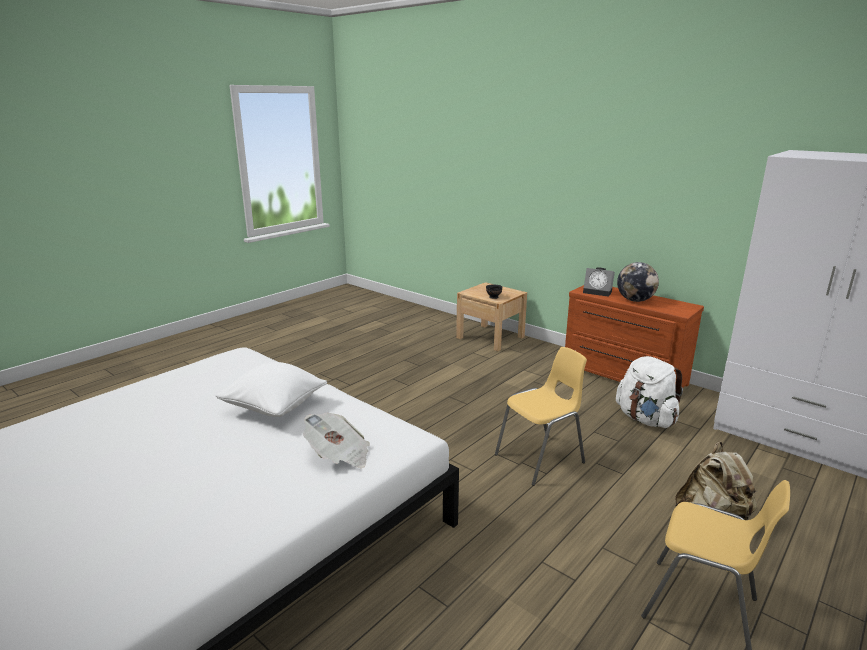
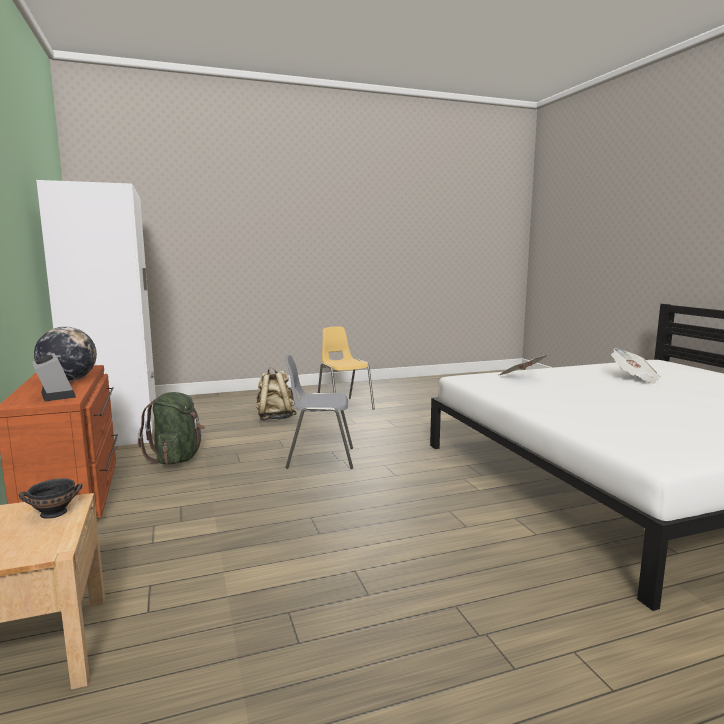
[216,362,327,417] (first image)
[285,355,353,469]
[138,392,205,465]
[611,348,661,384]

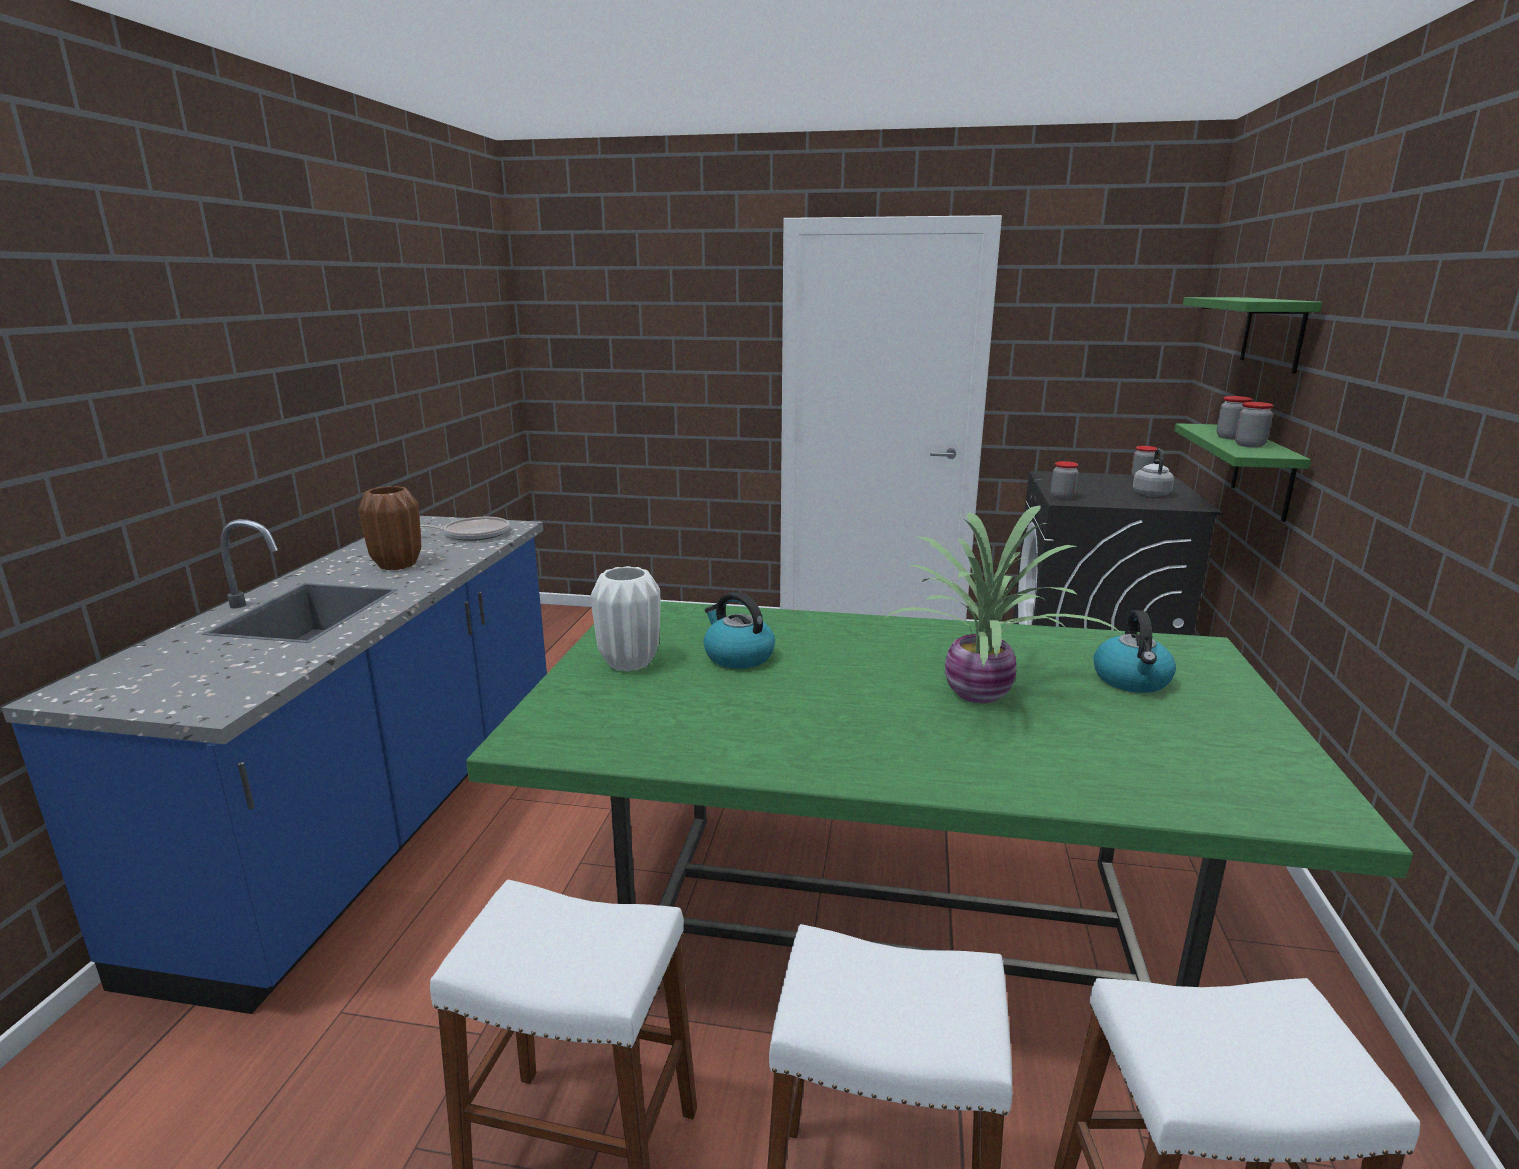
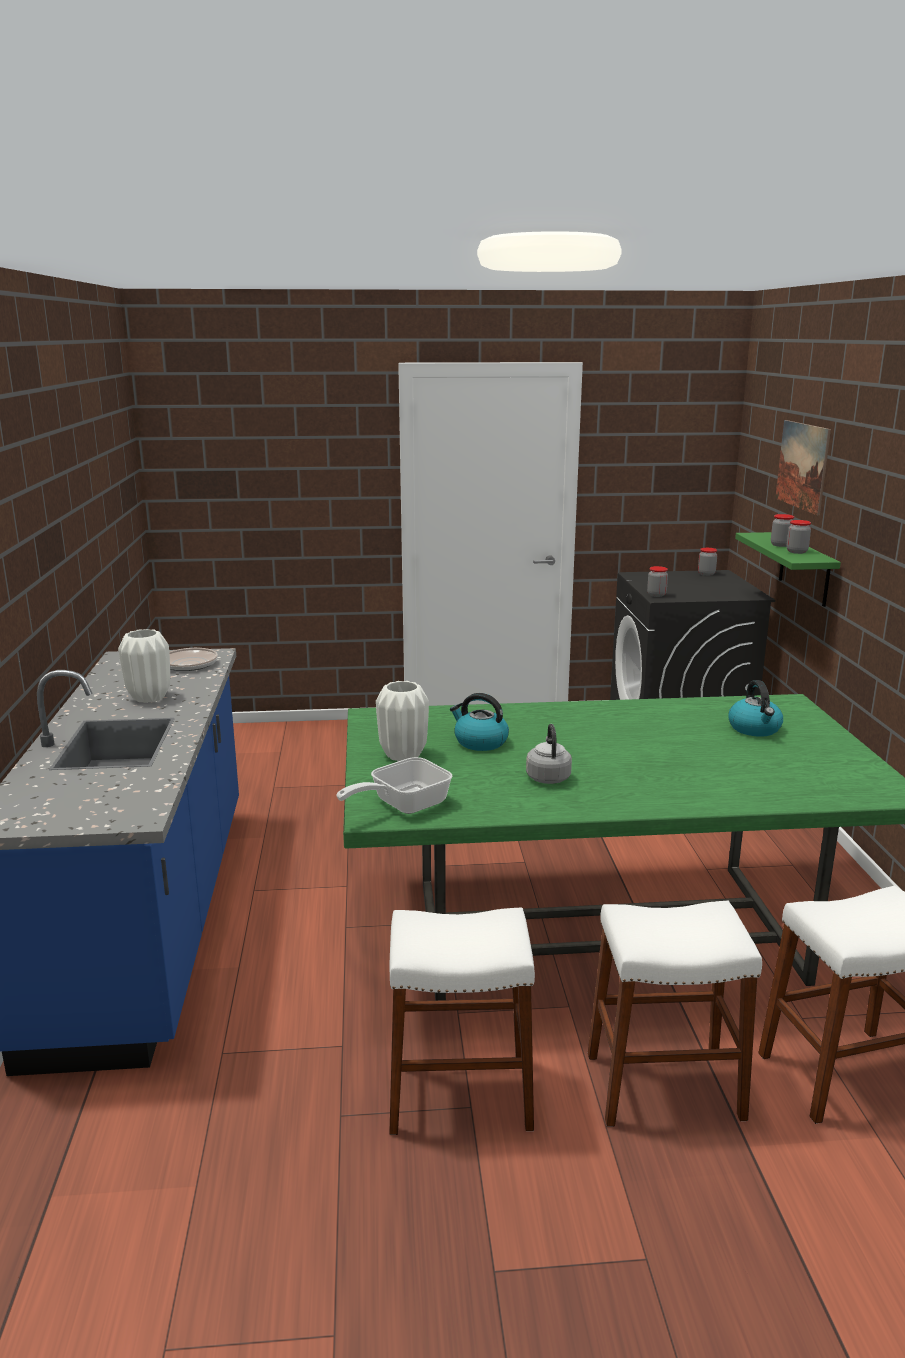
[118,629,170,703]
[884,505,1121,703] (first image)
[526,724,572,784]
[775,420,831,515]
[337,757,453,814]

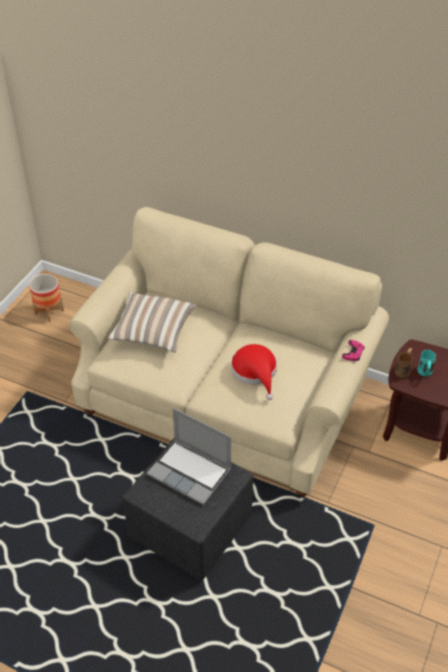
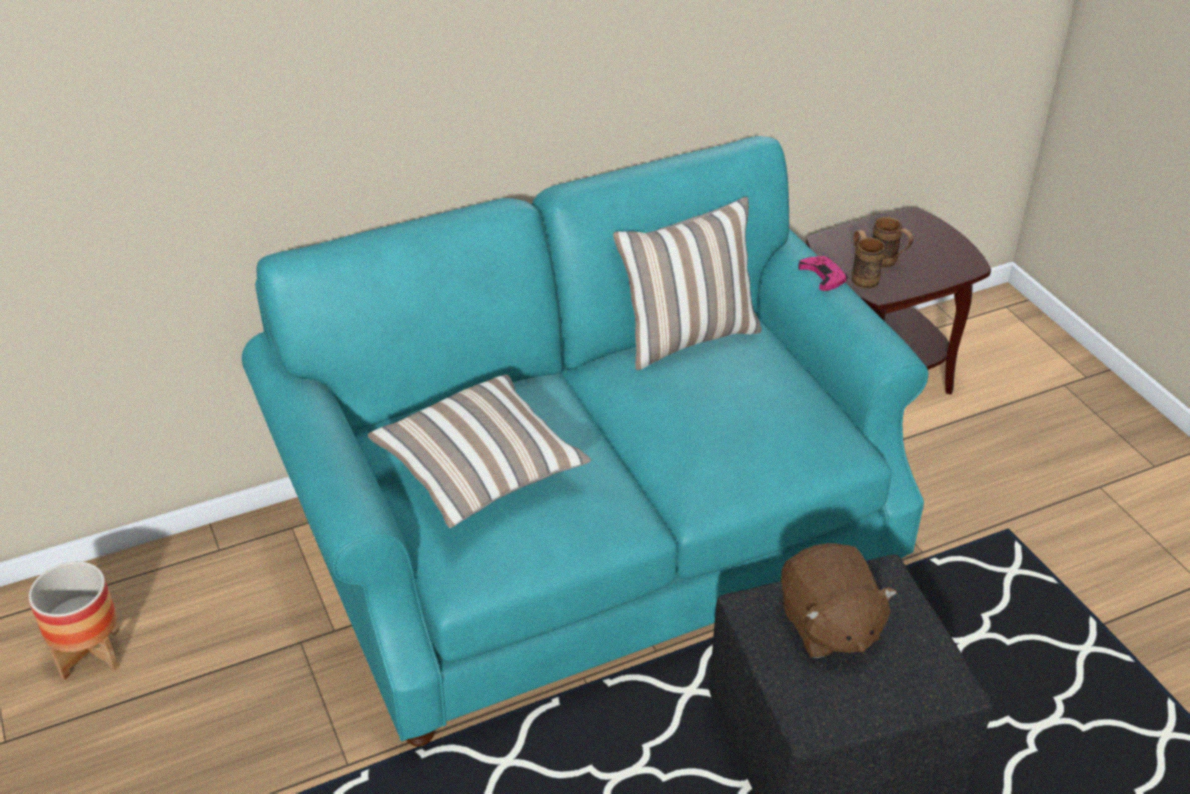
[242,136,928,747]
[781,543,897,658]
[231,344,277,400] (first image)
[872,217,913,268]
[613,197,762,370]

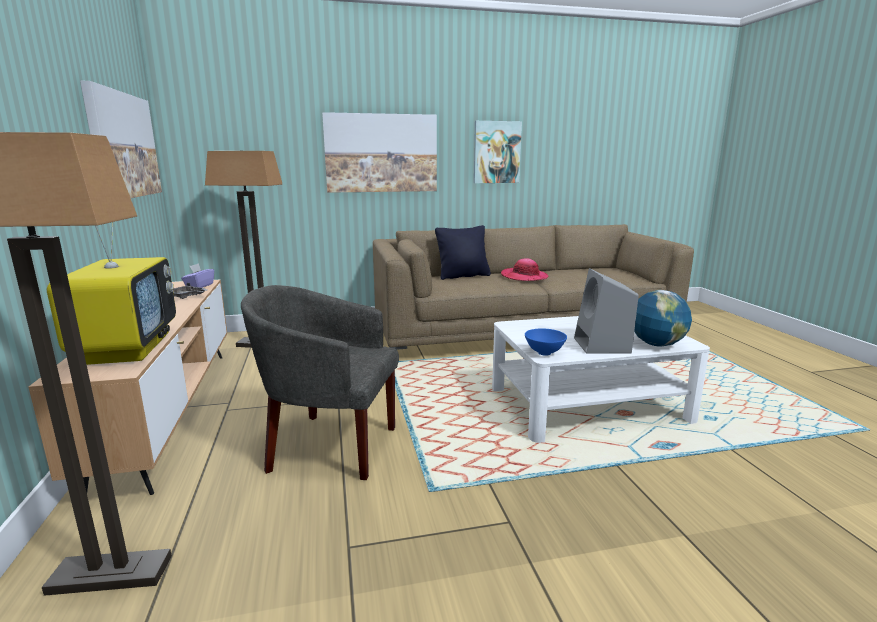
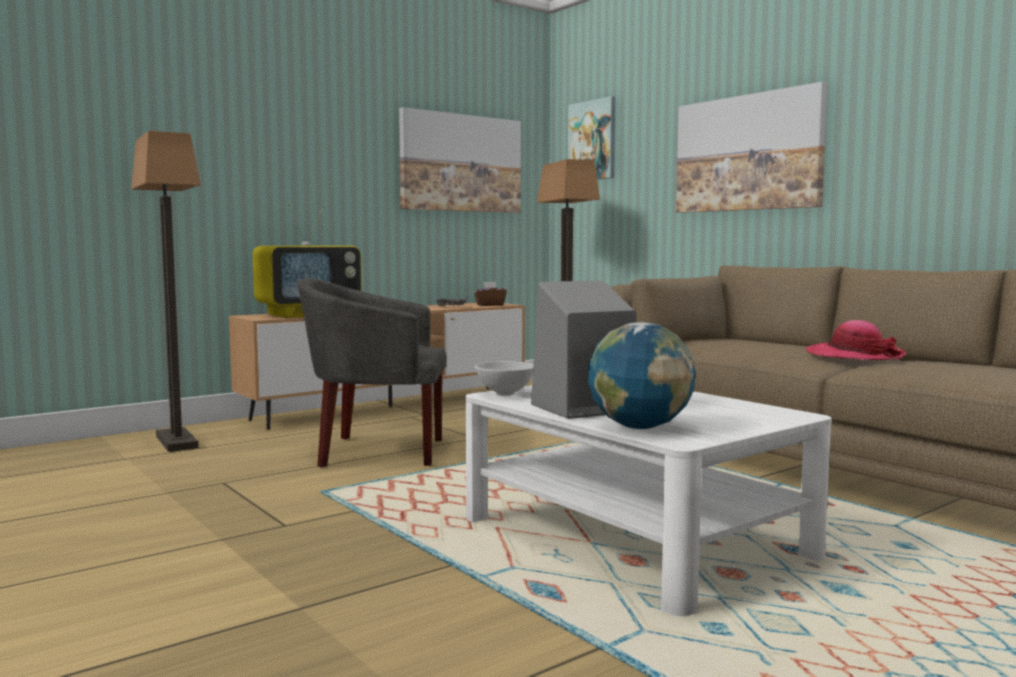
[474,282,507,306]
[298,278,447,467]
[435,225,491,280] (first image)
[568,96,615,179]
[475,361,533,396]

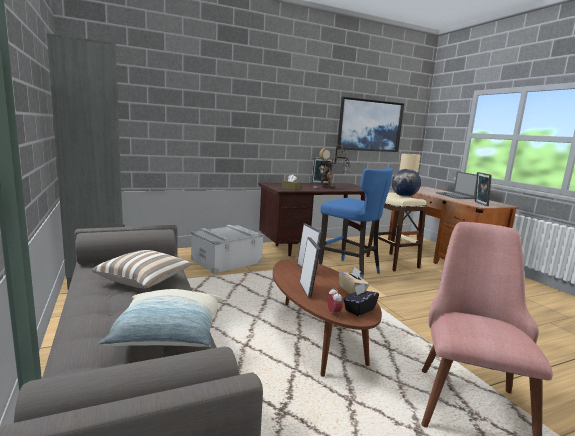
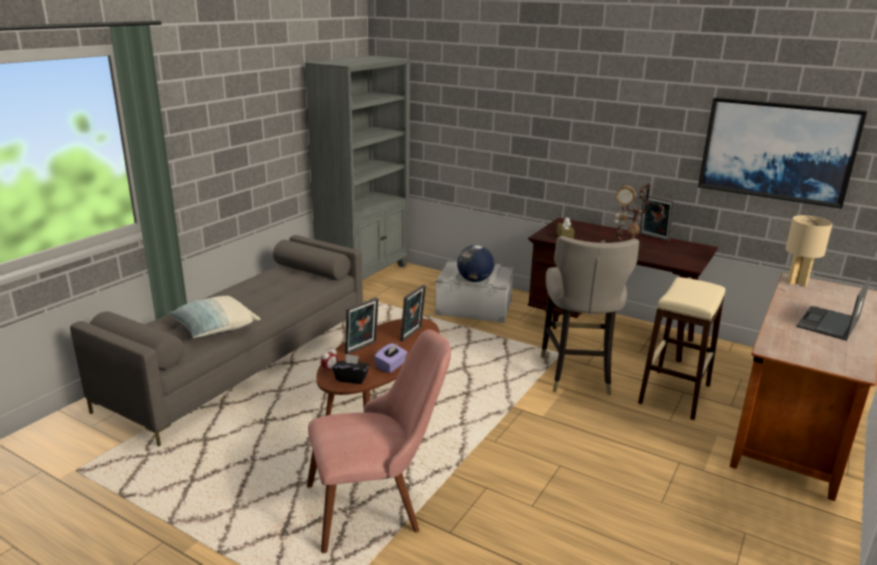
[92,250,193,288] (first image)
[541,236,639,395]
[374,343,408,373]
[457,245,494,282]
[475,172,492,206] (first image)

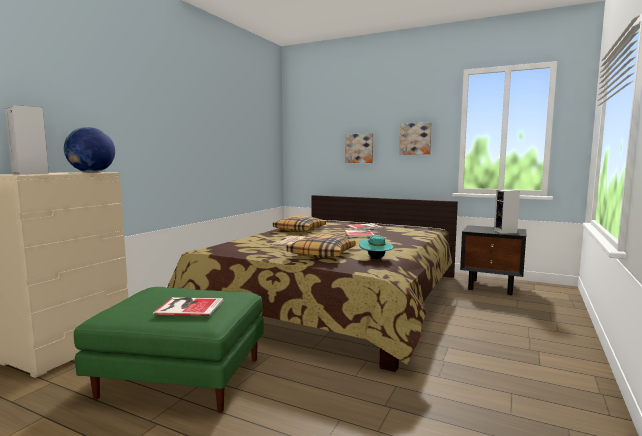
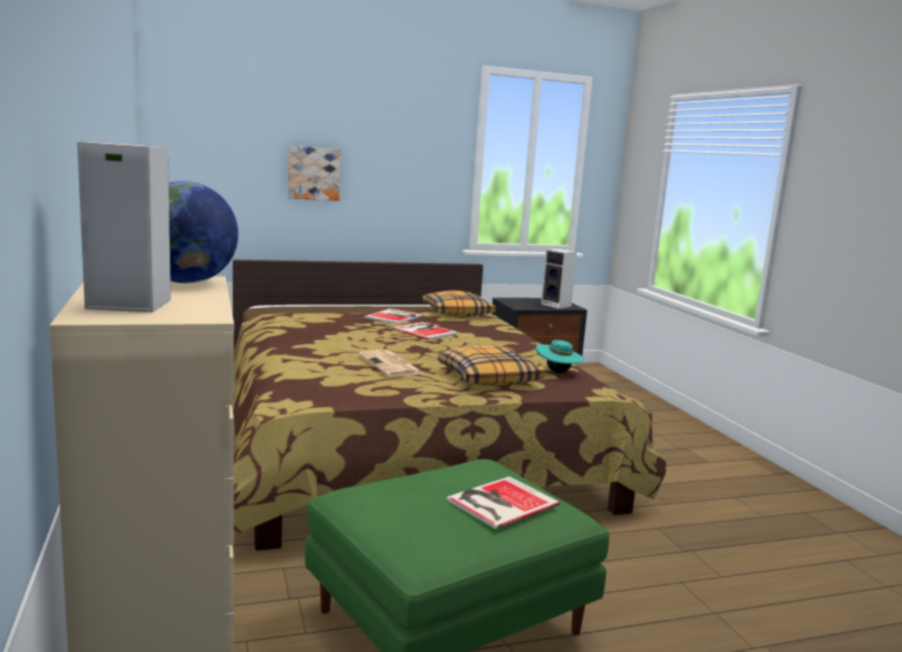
[422,290,495,317]
[399,122,432,154] (first image)

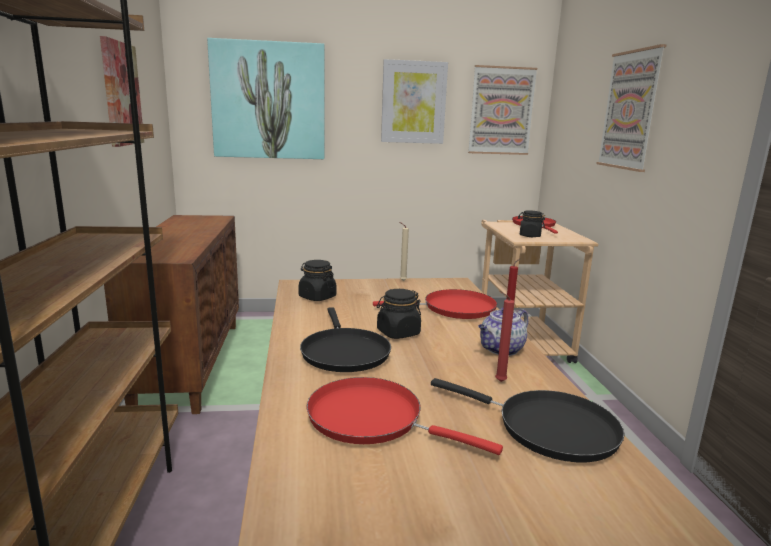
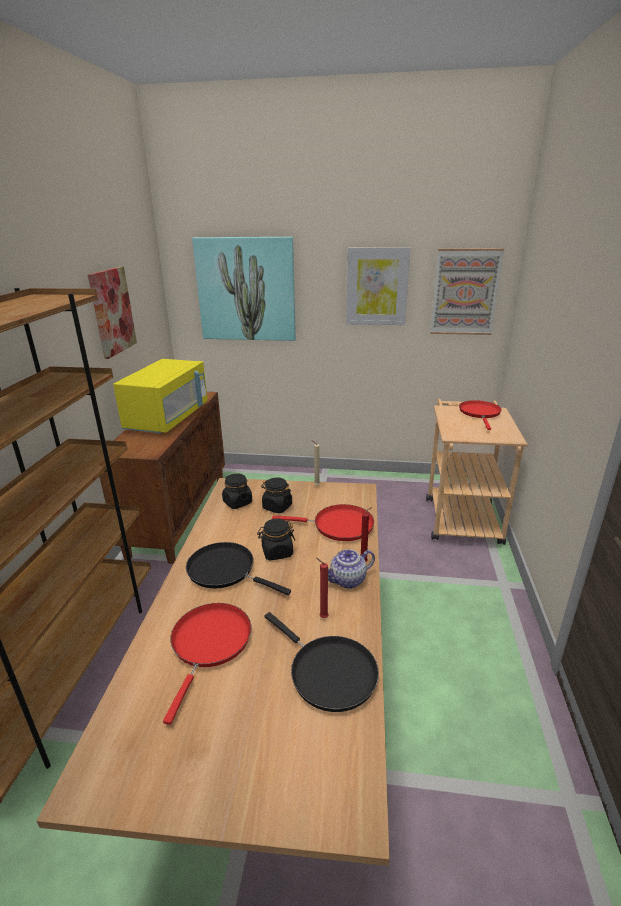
[186,542,291,595]
[163,603,251,725]
[261,477,292,513]
[596,44,667,172] (first image)
[113,359,208,433]

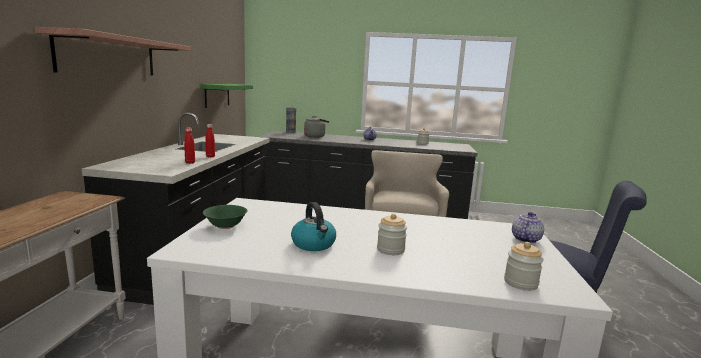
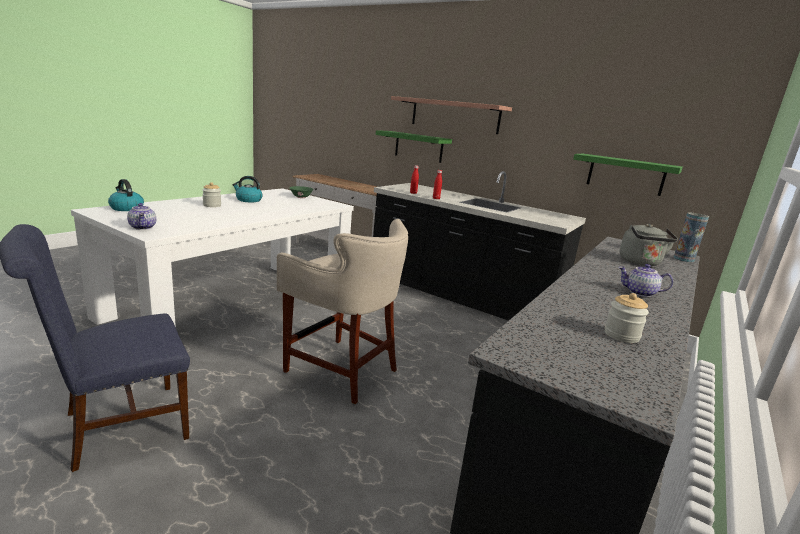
[108,179,144,211]
[376,130,452,163]

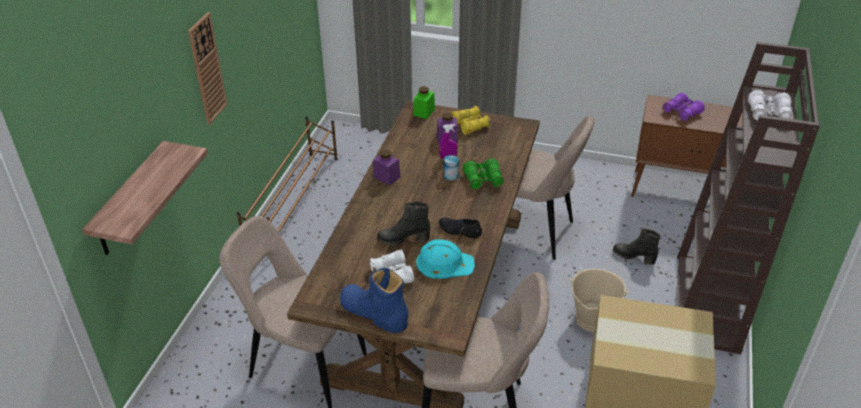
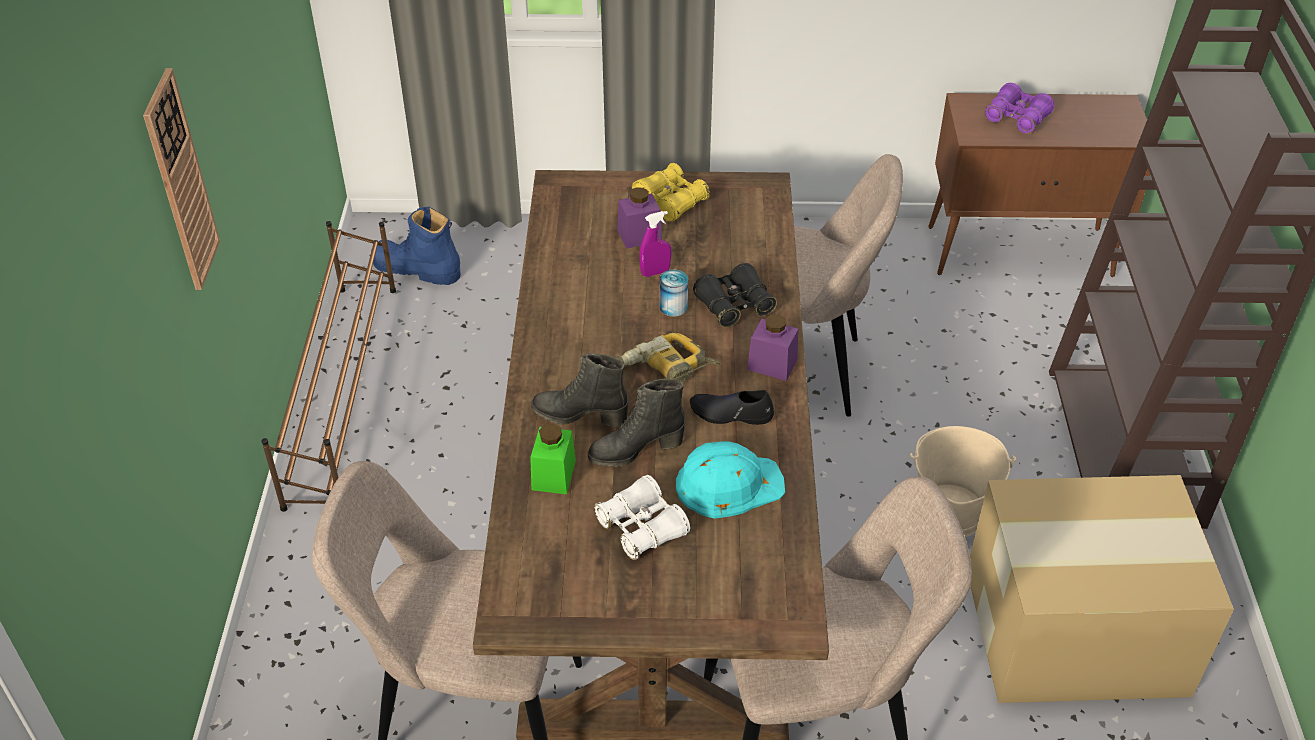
[82,141,208,255] (first image)
[371,207,461,285]
[747,314,798,381]
[530,424,576,494]
[693,263,777,327]
[531,353,628,428]
[748,90,794,121] (first image)
[615,333,720,382]

